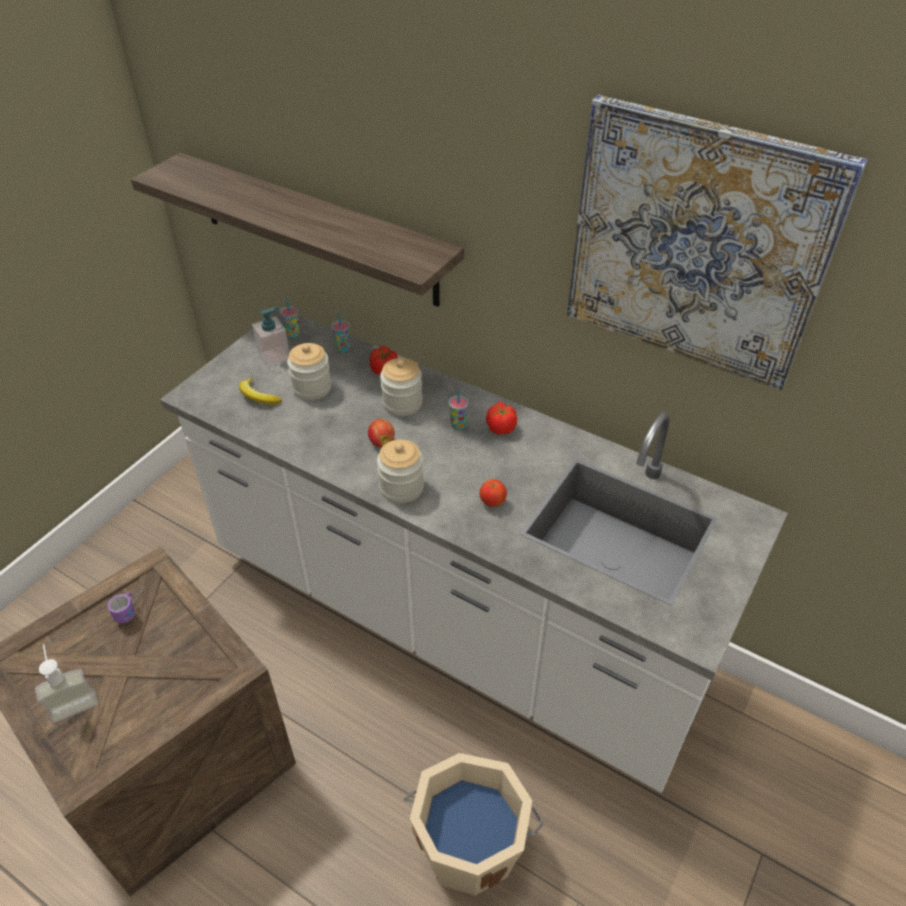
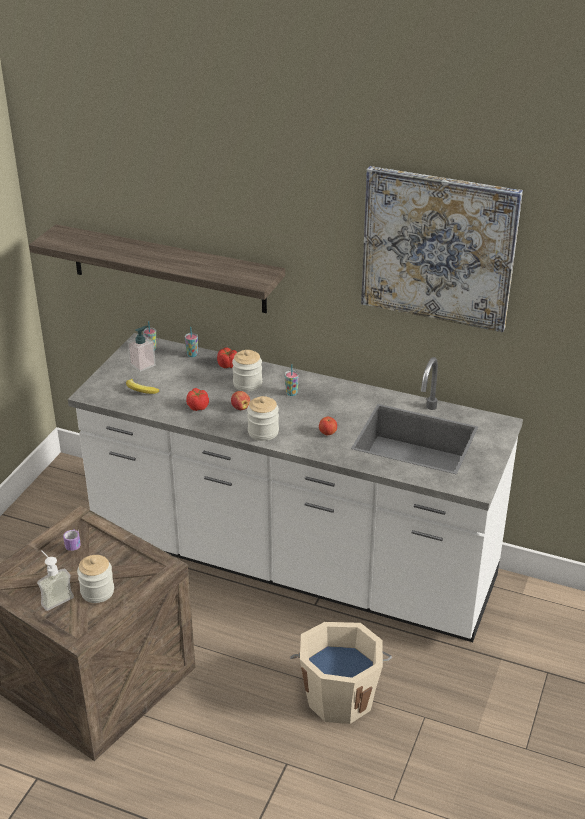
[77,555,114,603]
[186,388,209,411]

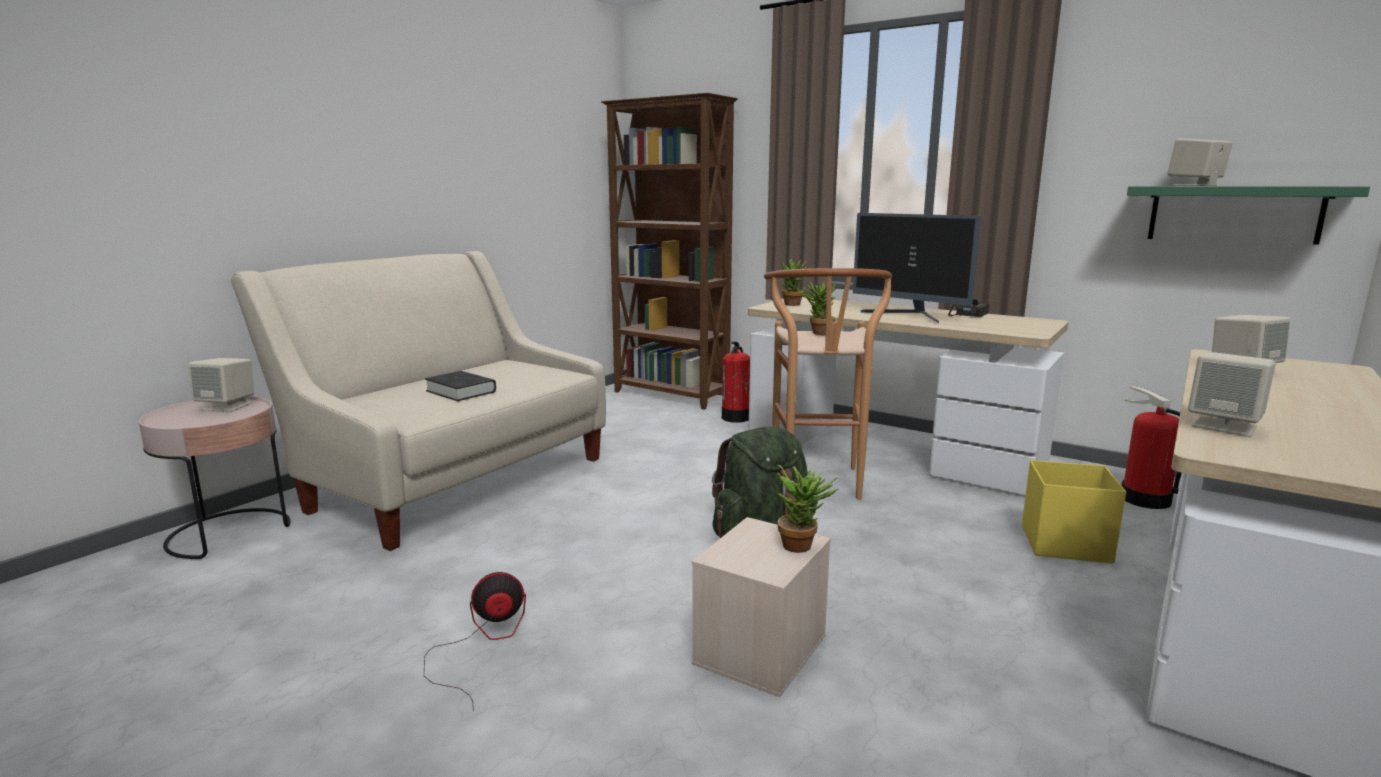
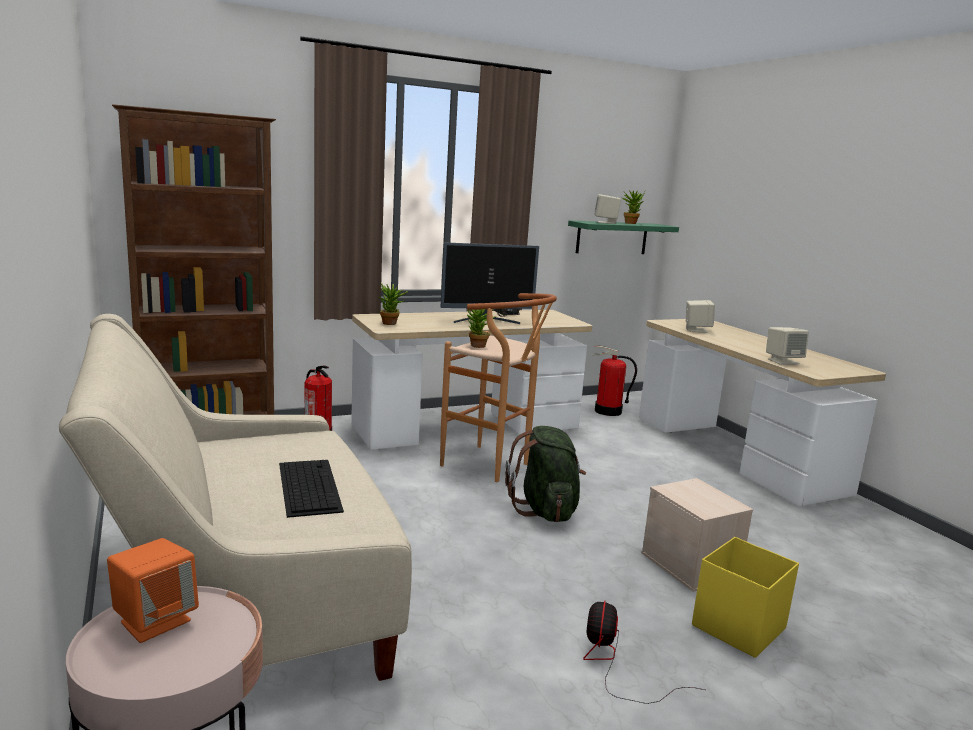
[107,538,199,643]
[279,460,344,518]
[621,190,645,224]
[692,537,799,658]

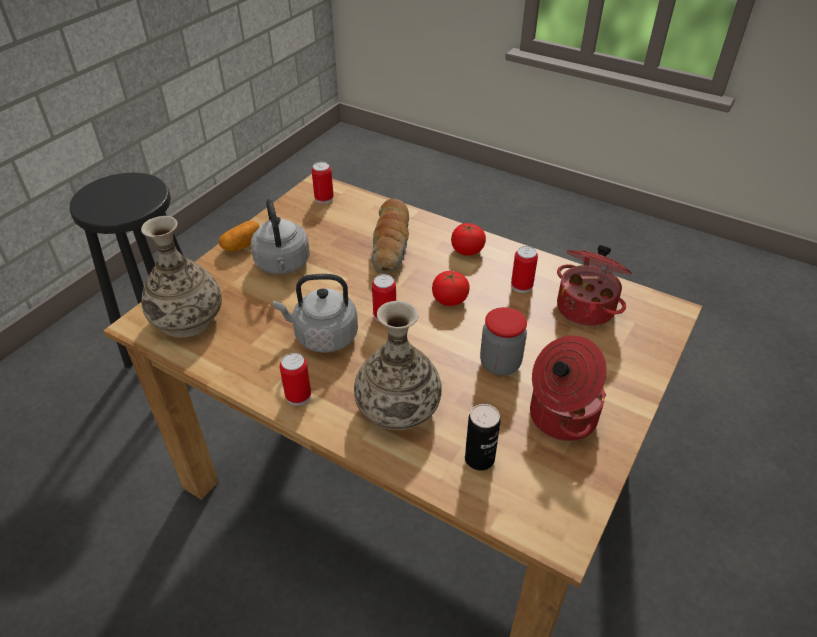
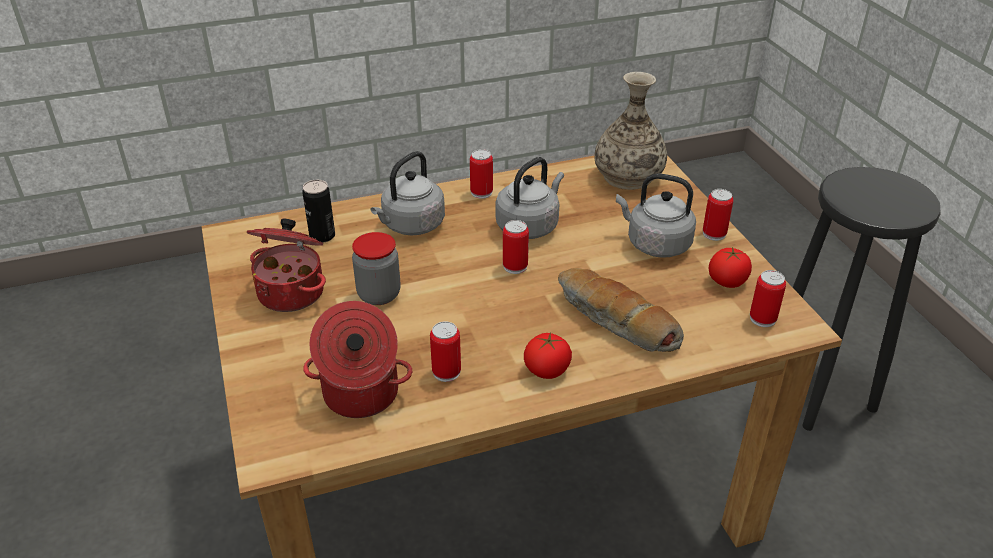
[703,189,733,241]
[371,151,445,235]
[709,247,752,288]

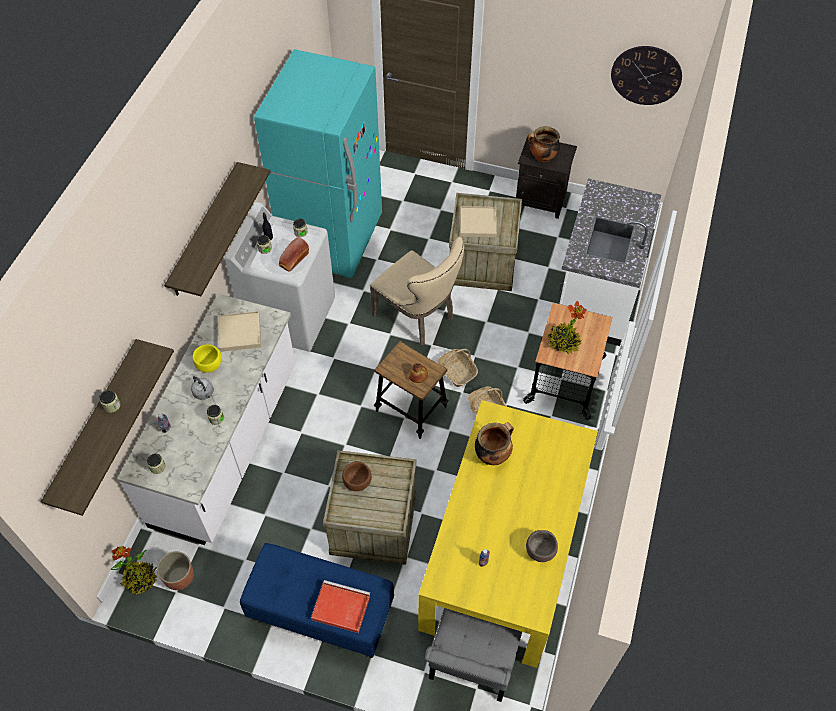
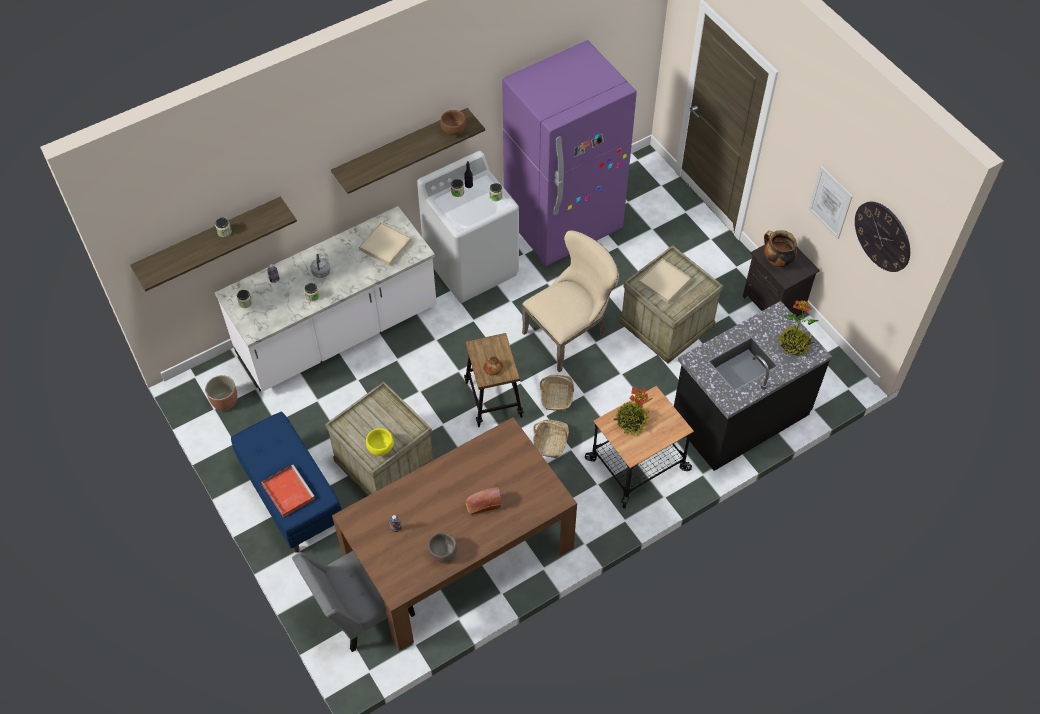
[778,300,818,356]
[366,428,394,456]
[502,40,637,266]
[466,487,501,515]
[440,110,467,135]
[522,230,619,372]
[332,417,577,651]
[475,422,514,465] (first image)
[674,301,832,471]
[808,166,853,239]

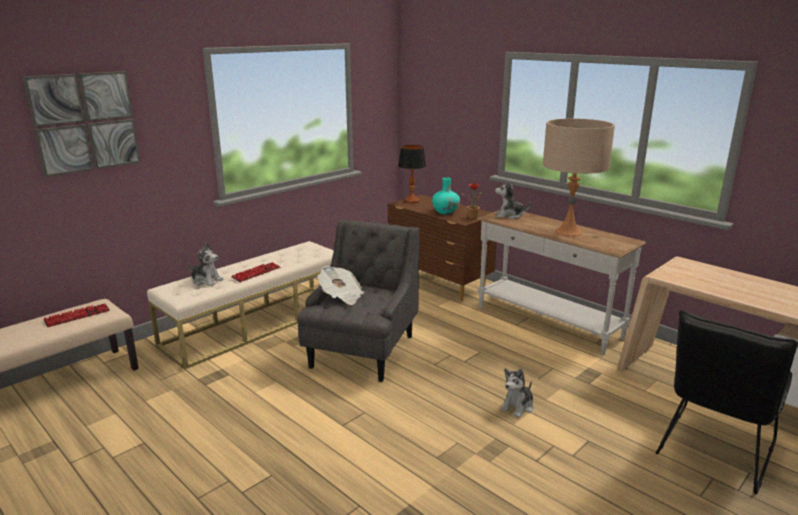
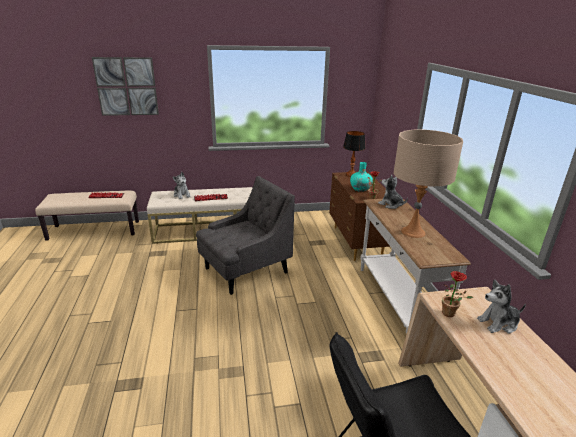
[317,266,364,305] (first image)
[477,279,526,334]
[442,271,473,317]

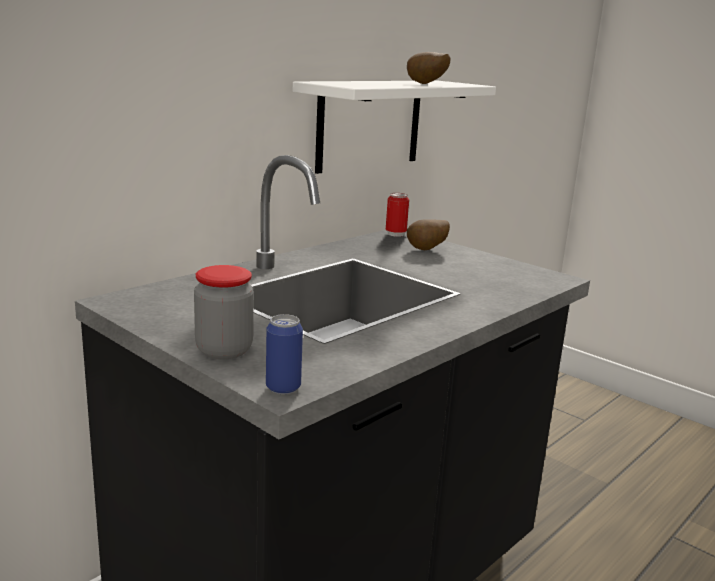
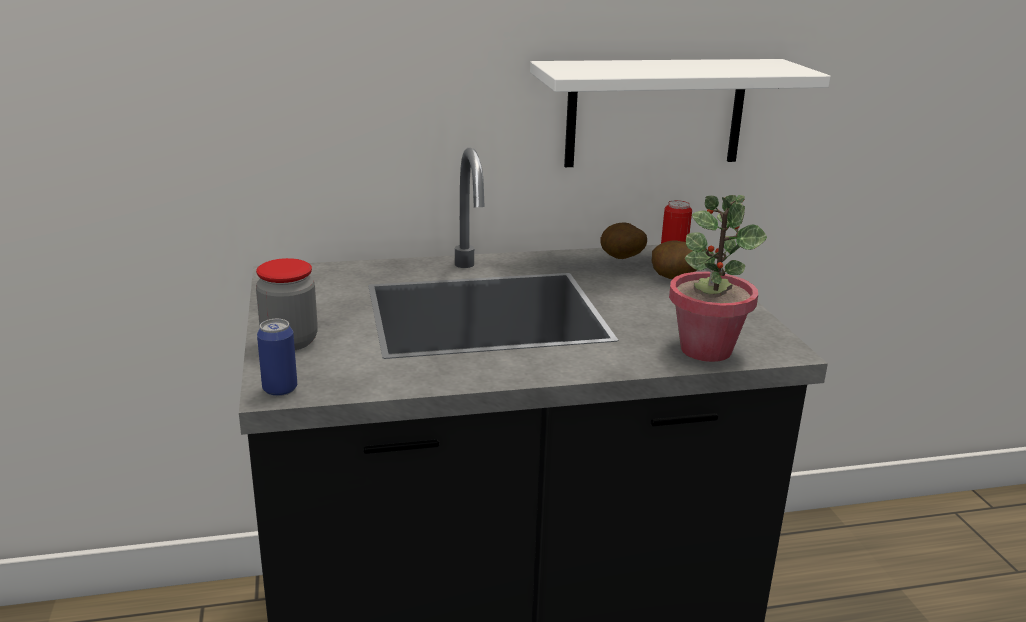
[600,223,647,259]
[669,195,767,362]

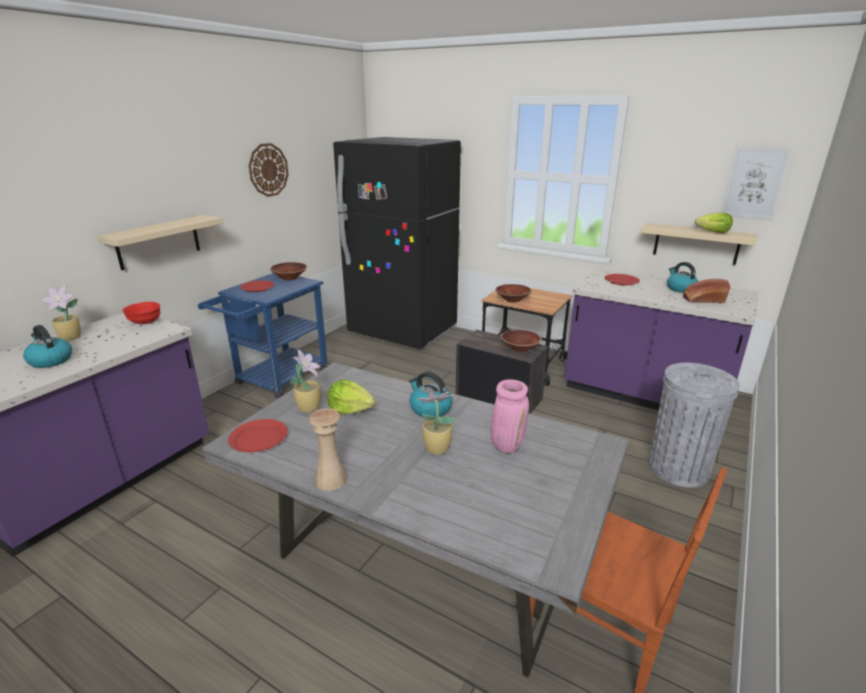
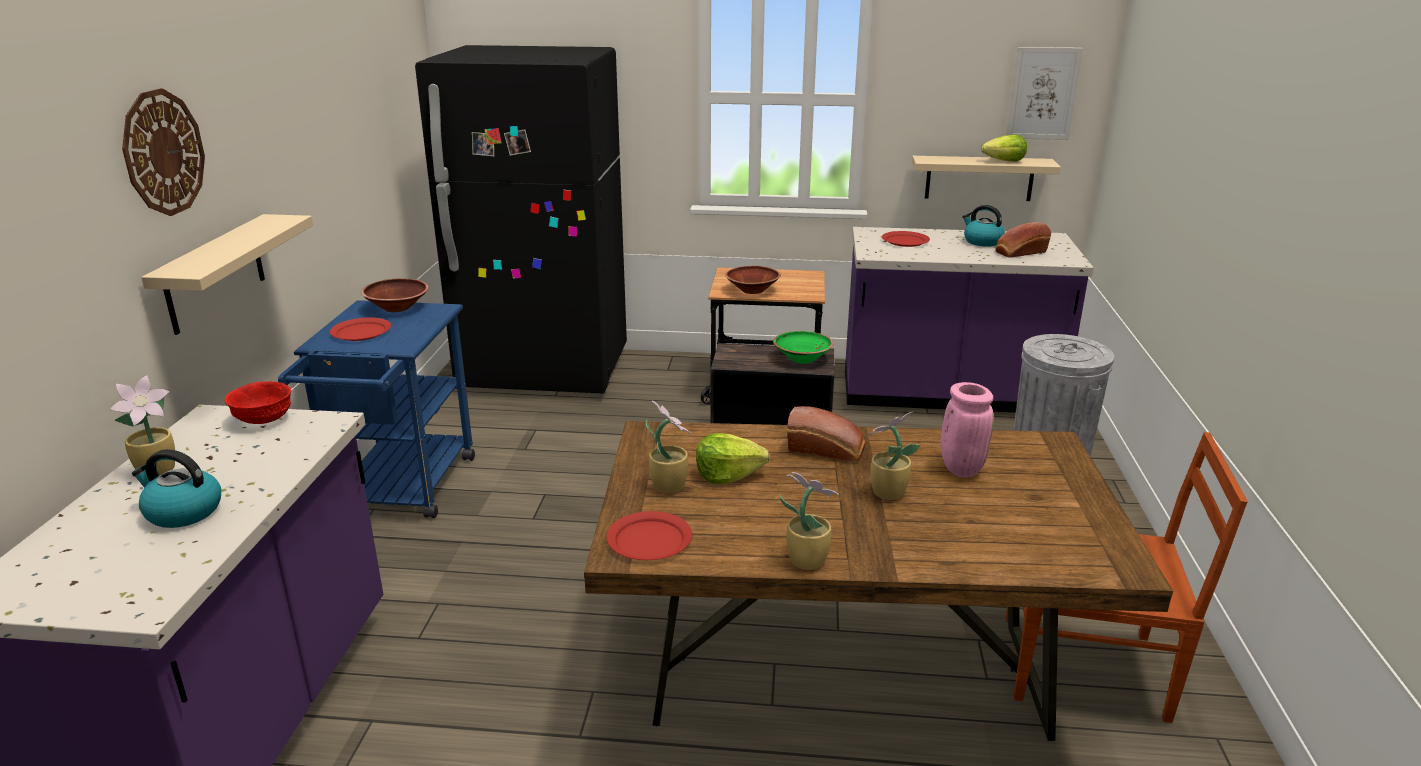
[584,421,1173,741]
[122,88,205,216]
[779,472,839,570]
[787,406,866,462]
[773,331,833,364]

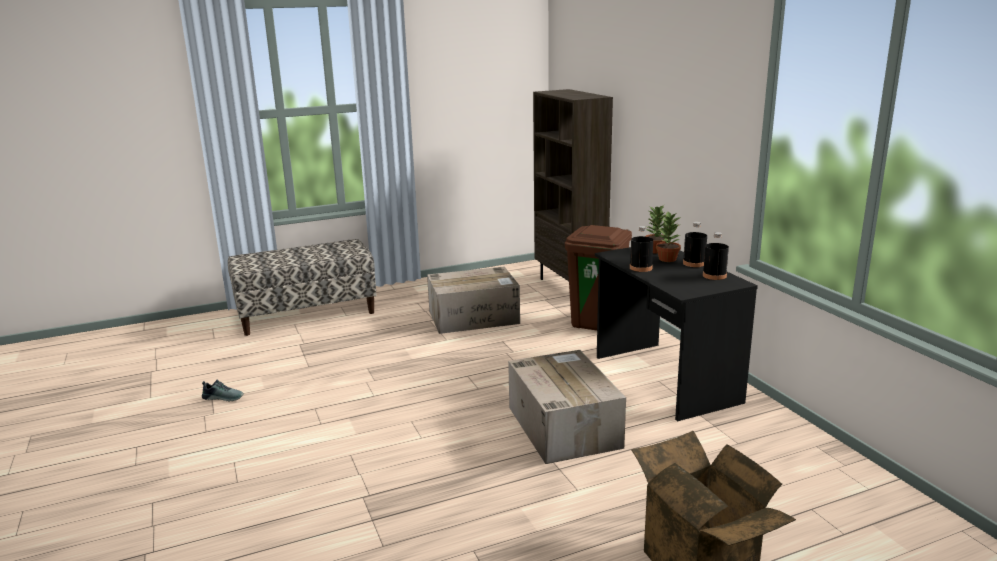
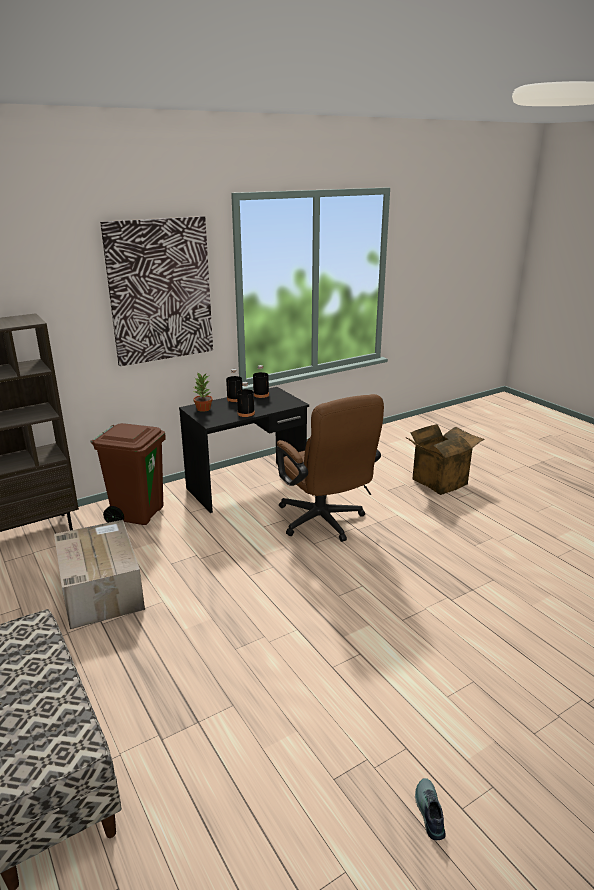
[415,778,446,840]
[276,394,384,542]
[656,212,681,262] (first image)
[100,216,213,366]

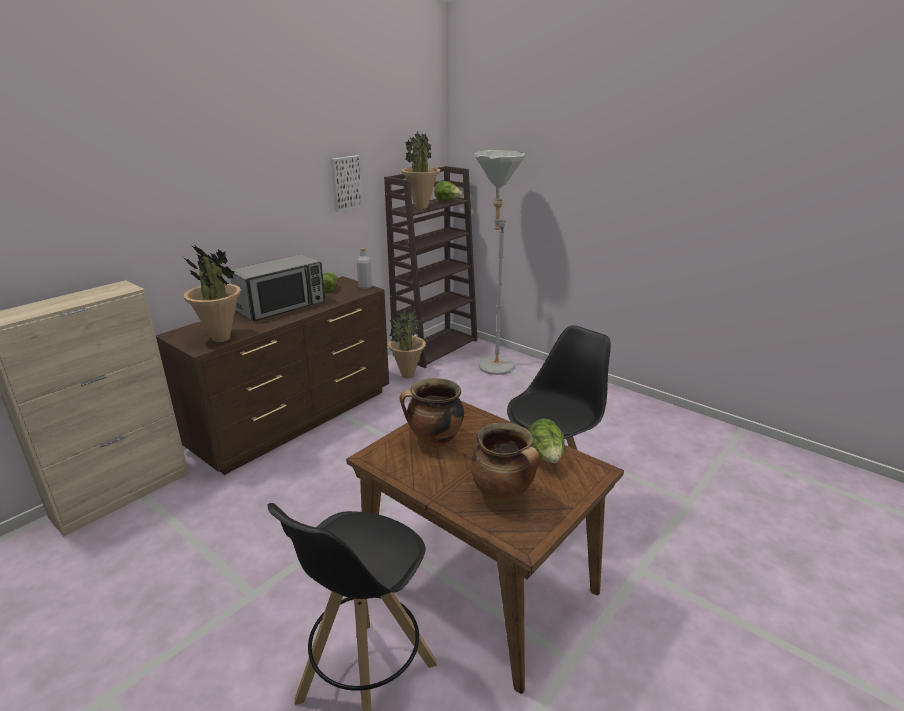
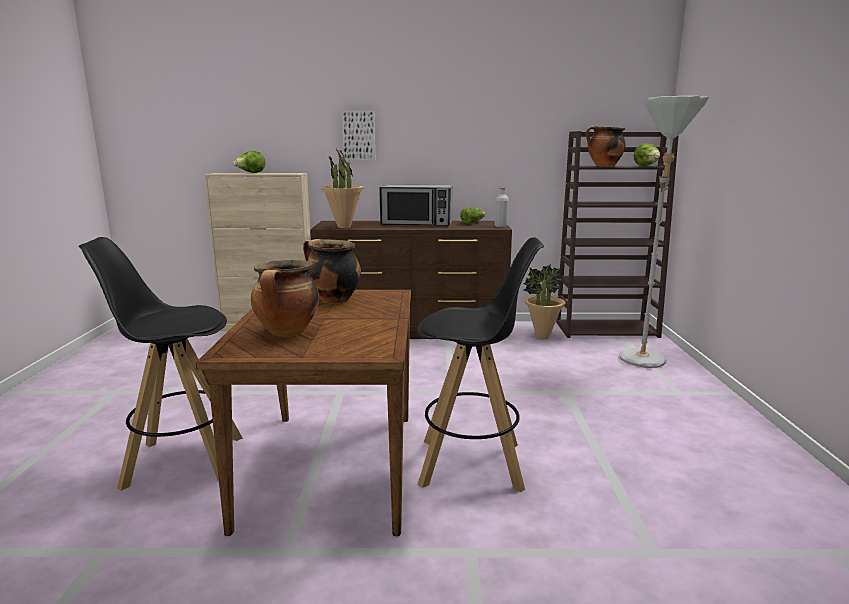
[342,111,375,160]
[586,126,626,167]
[233,151,265,173]

